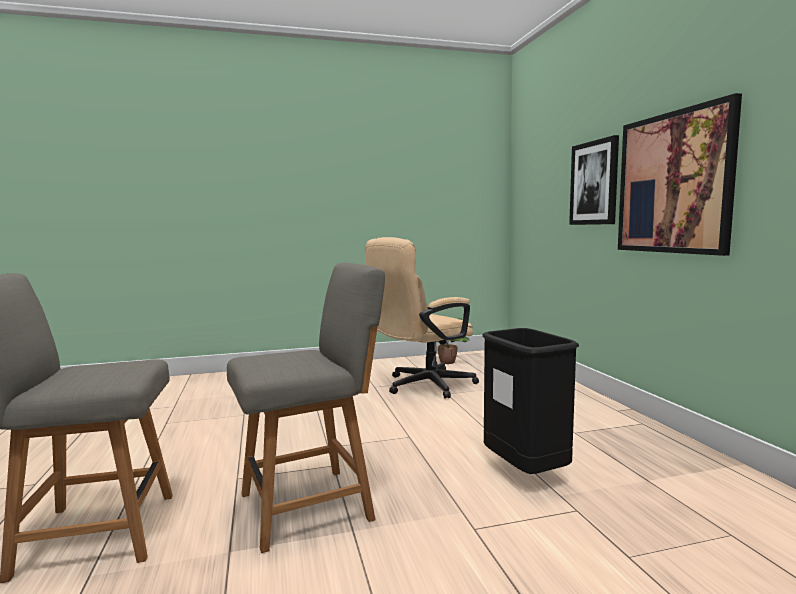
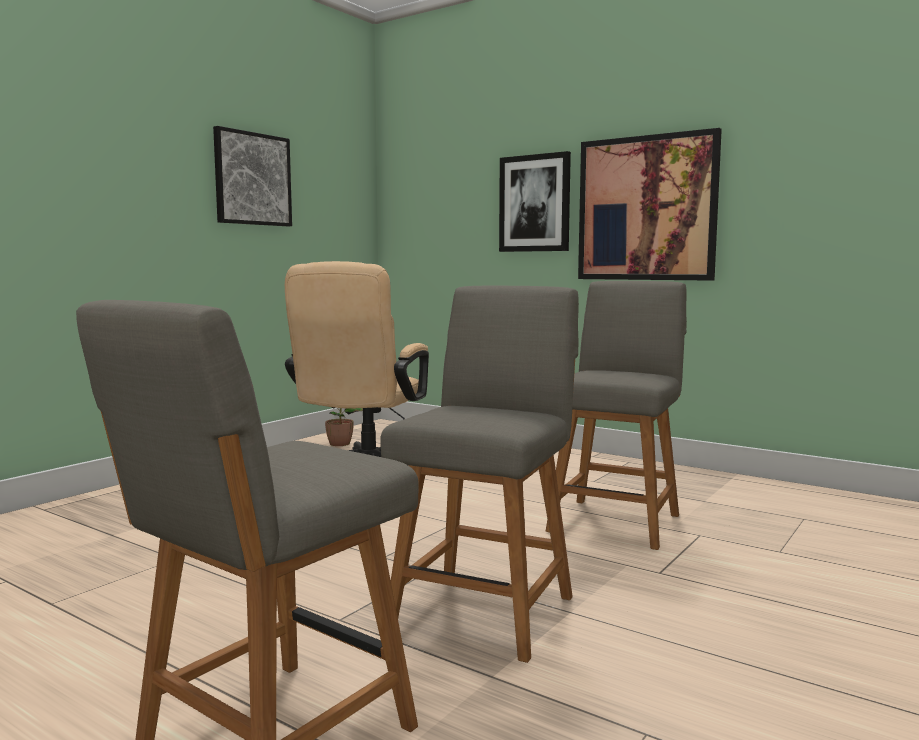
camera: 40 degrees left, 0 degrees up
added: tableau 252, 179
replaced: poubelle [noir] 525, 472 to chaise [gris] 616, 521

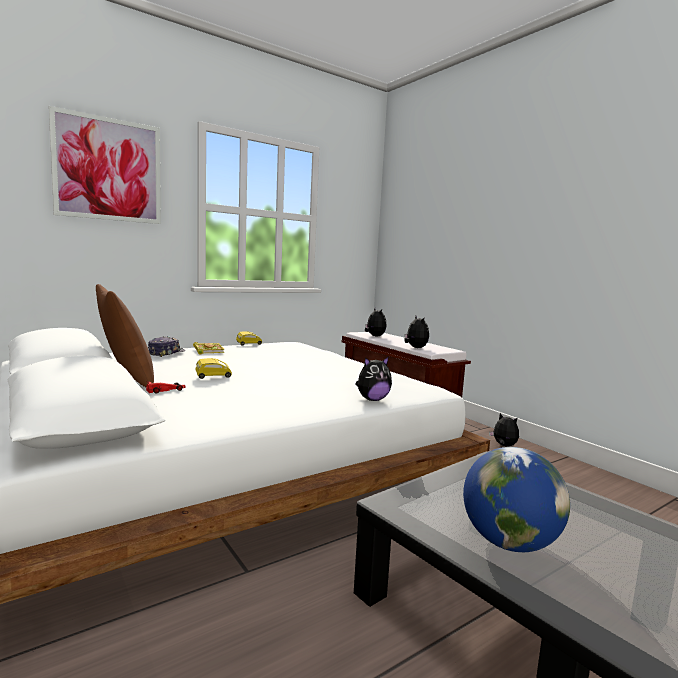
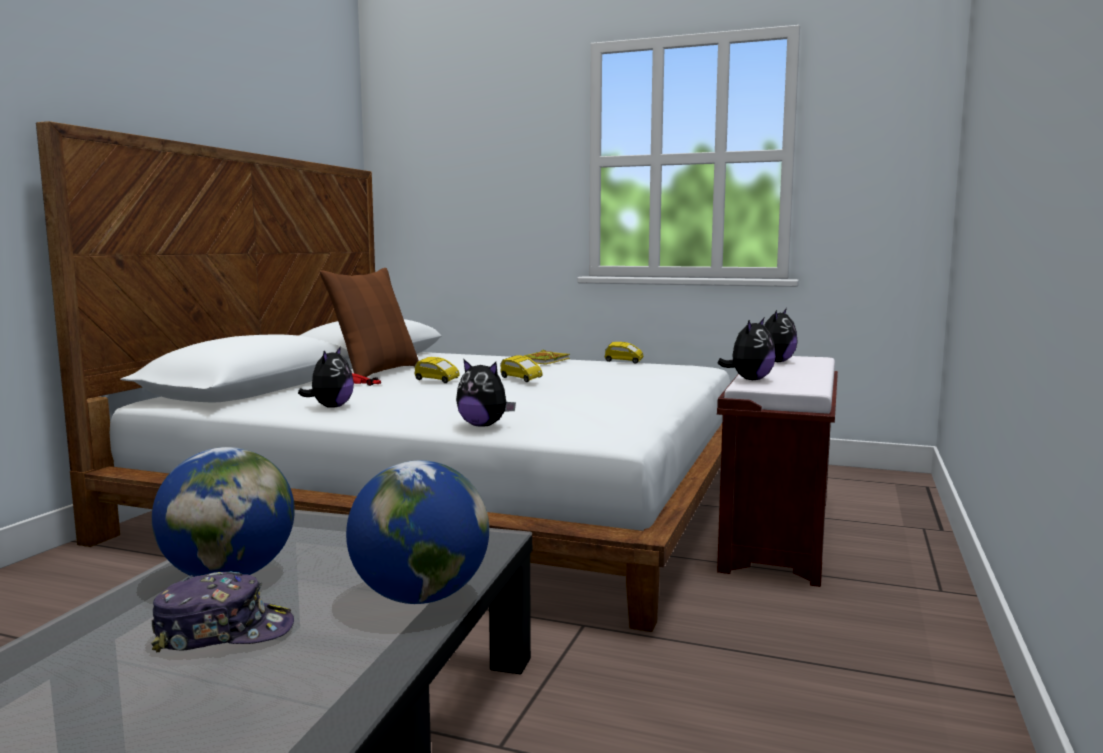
camera: 55 degrees right, 0 degrees up
removed: tableau 108, 169
added: globe 420, 597; petite voiture [jaune] 520, 379
moved: casquette 166, 353 to 224, 632; peluche 503, 446 to 330, 407

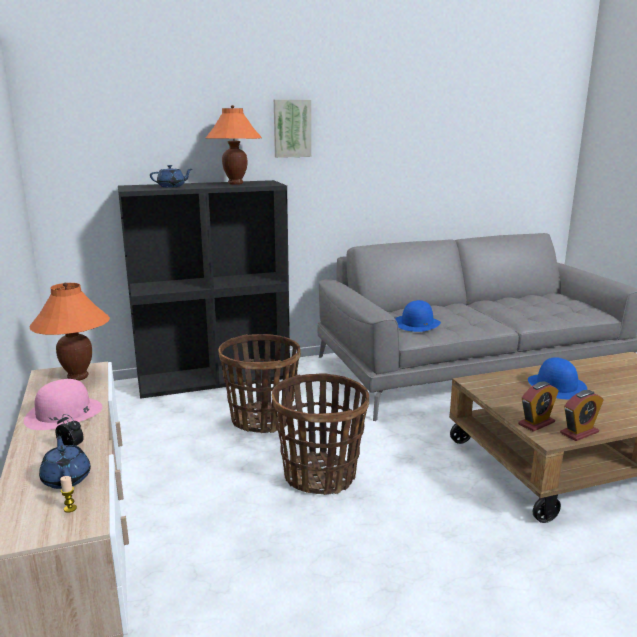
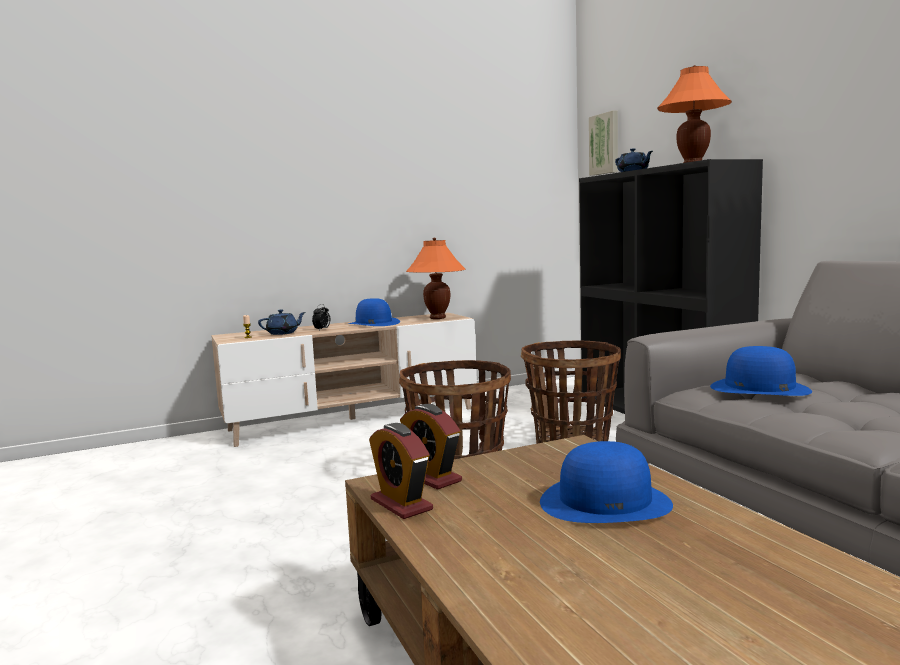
camera: 85 degrees right, 10 degrees down
moved: tableau 292, 128 to 605, 144
recoloured: chapeau [rose] 63, 413 to chapeau [bleu] 373, 323

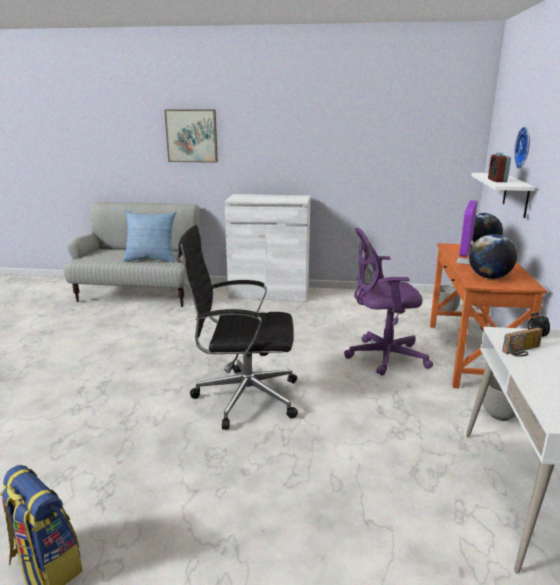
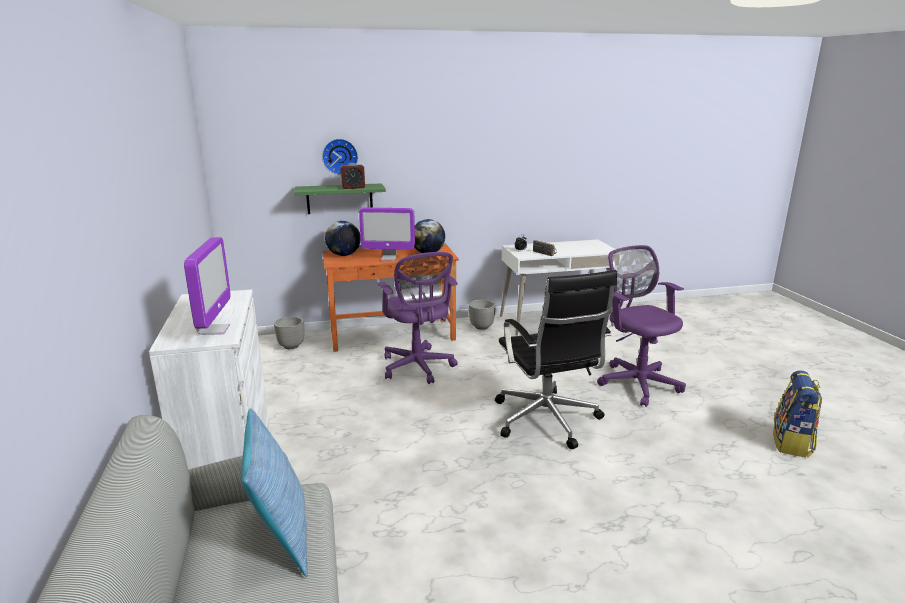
camera: 110 degrees left, 0 degrees up
removed: tableau 192, 136
added: écran d'ordinateur 214, 330; chaise de bureau [violet] 636, 382
recoloured: étagère [blanc] 516, 195 to étagère [vert] 339, 198

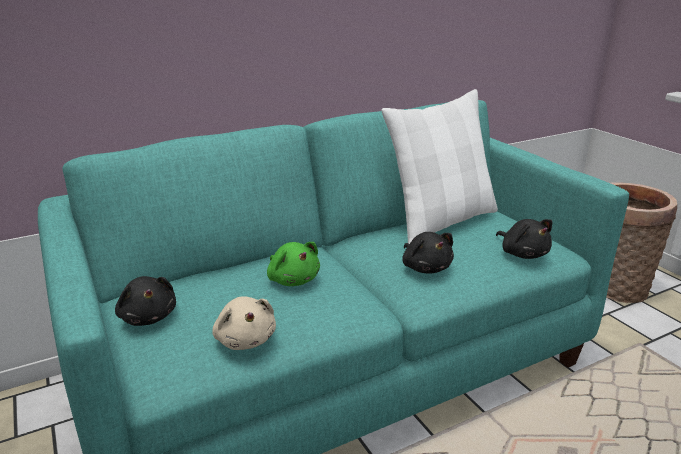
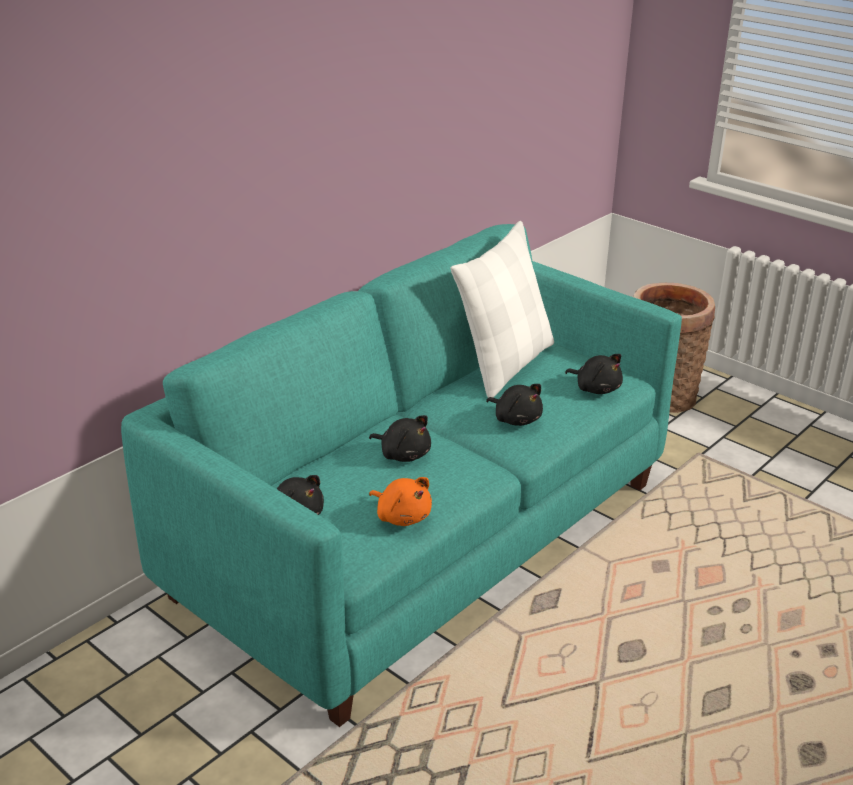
camera: 20 degrees left, 5 degrees up
recoloured: peluche [vert] 293, 279 to peluche [noir] 403, 454; peluche [beige] 245, 339 to peluche [orange] 402, 516

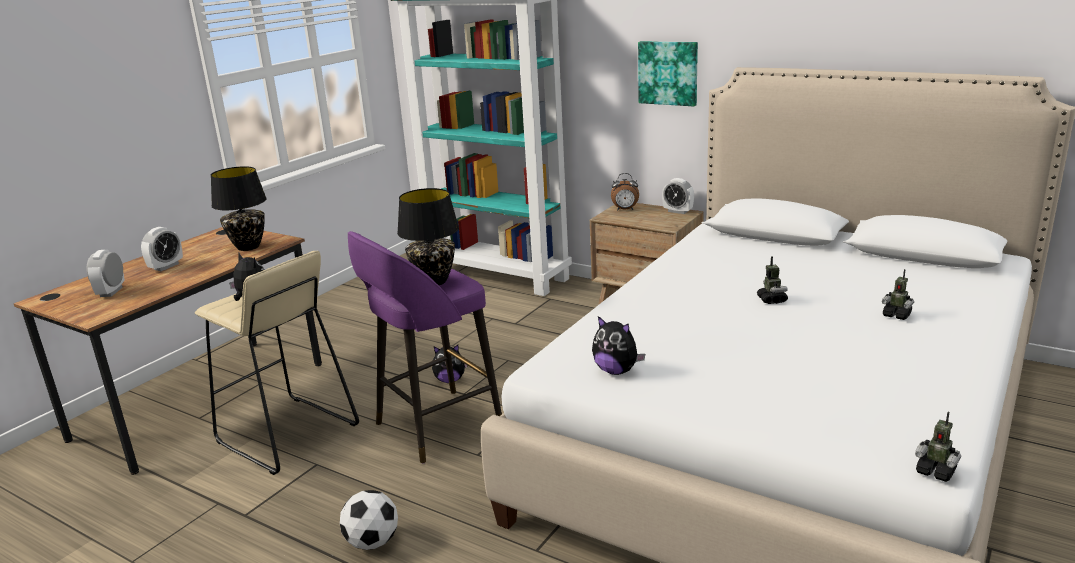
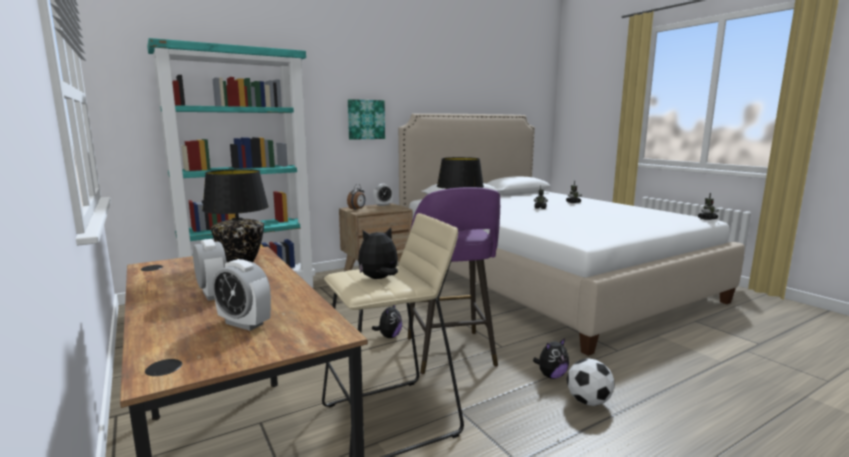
camera: 65 degrees left, 10 degrees down
moved: peluche 616, 371 to 551, 375

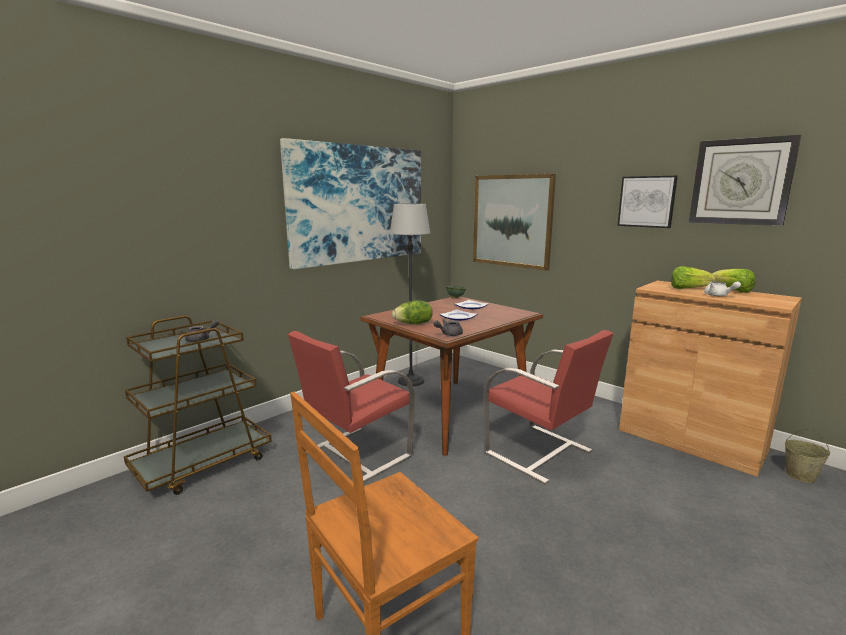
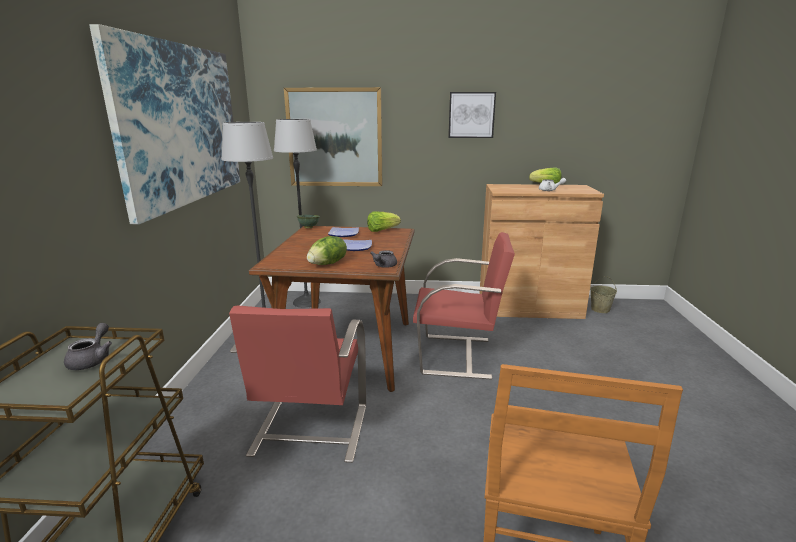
camera: 40 degrees left, 5 degrees up
removed: horloge murale 741, 182
added: lampadaire 307, 302
moved: laitue 688, 289 to 382, 230

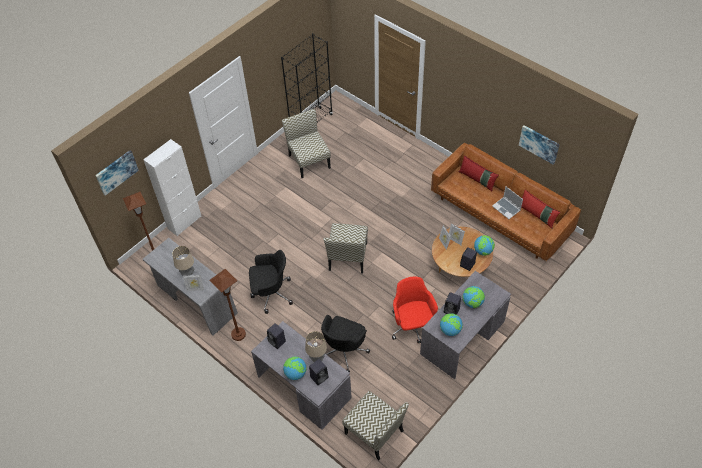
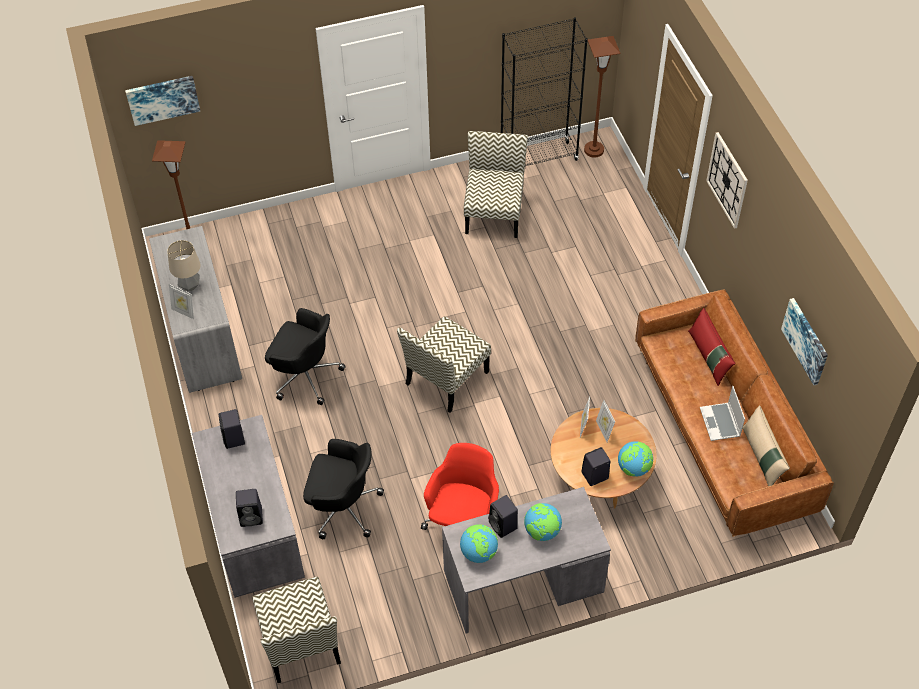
camera: 30 degrees right, 0 degrees up
removed: meuble de rangement [blanc] 184, 222; globe 295, 373; lampe de table 317, 358
added: horloge murale 727, 180
moved: lampadaire [marron] 238, 334 to 594, 150
recoloured: coussin [rouge] 537, 215 to coussin [beige] 762, 457
turned: chaise de bureau [noir] 343, 351 = 343, 507 135 degrees counterclockwise

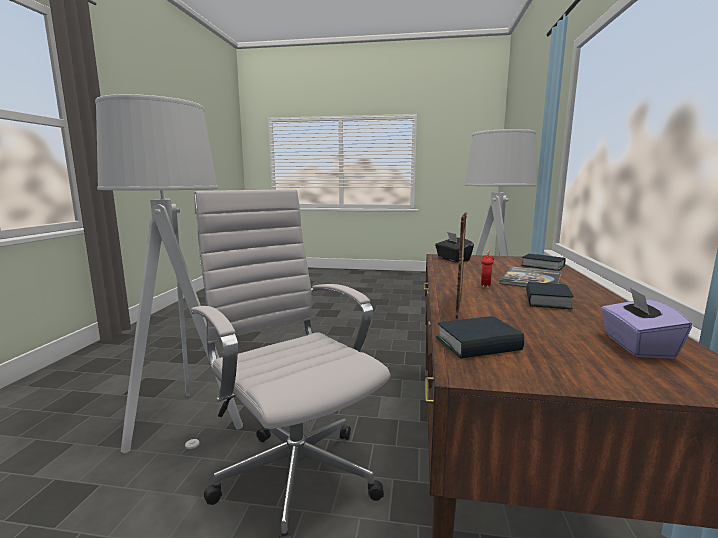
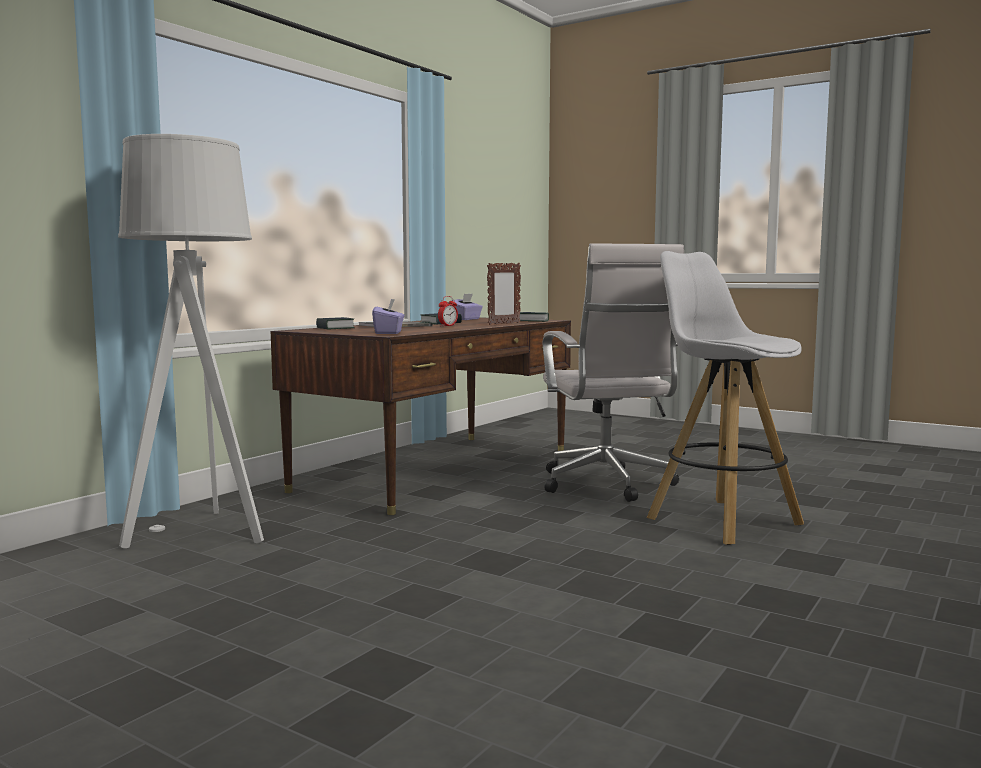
camera: 155 degrees left, 5 degrees down
replaced: lampadaire [gris] 185, 423 to tabouret [blanc] 721, 521
recoloured: boîte à mouchoirs [noir] 453, 259 to boîte à mouchoirs [violet] 389, 333

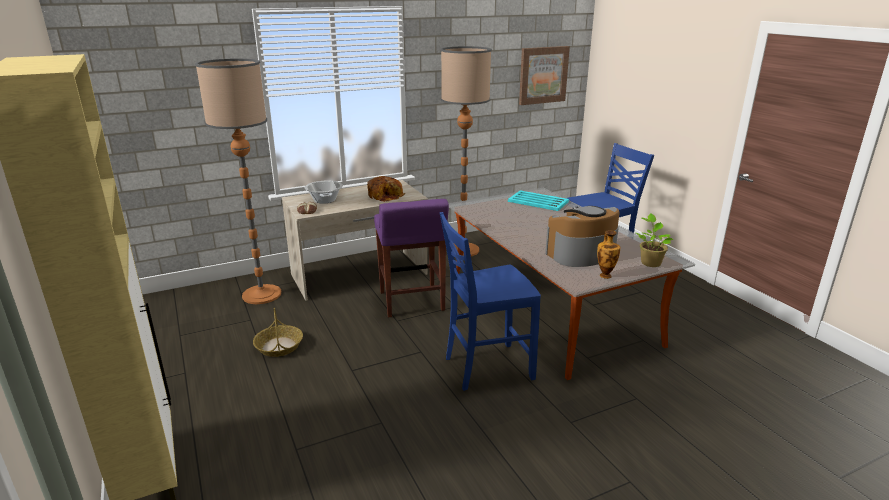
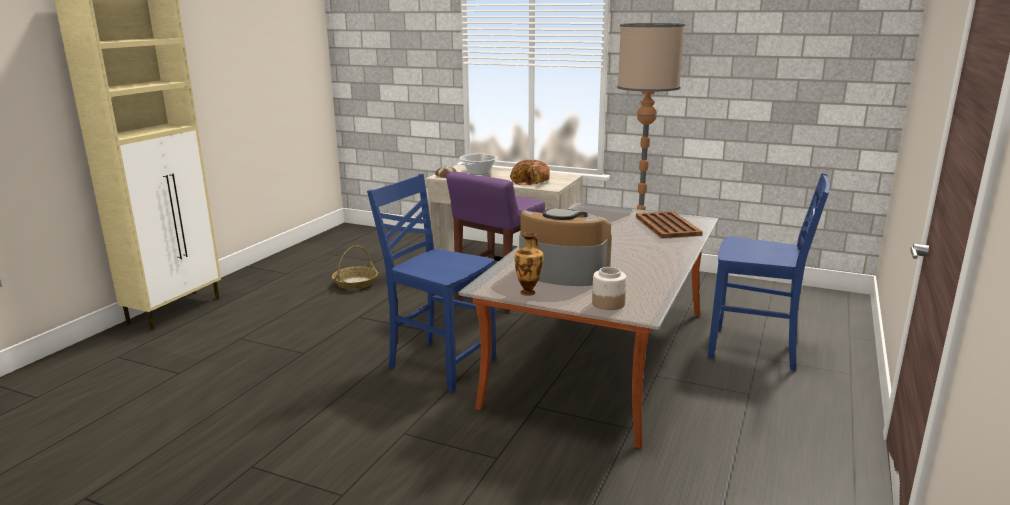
camera: 50 degrees right, 5 degrees down
removed: lampadaire 261, 294; tableau 543, 75
replaced: plante en pot 650, 262 to bocal 608, 303
recoloured: plateau [turquoise] 537, 201 to plateau [marron] 667, 225

